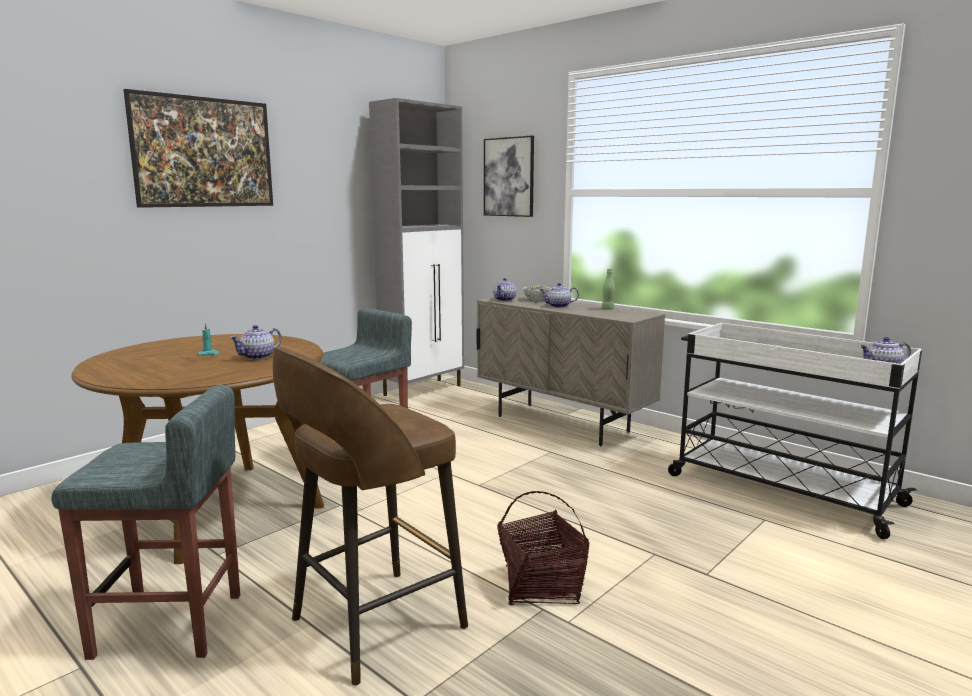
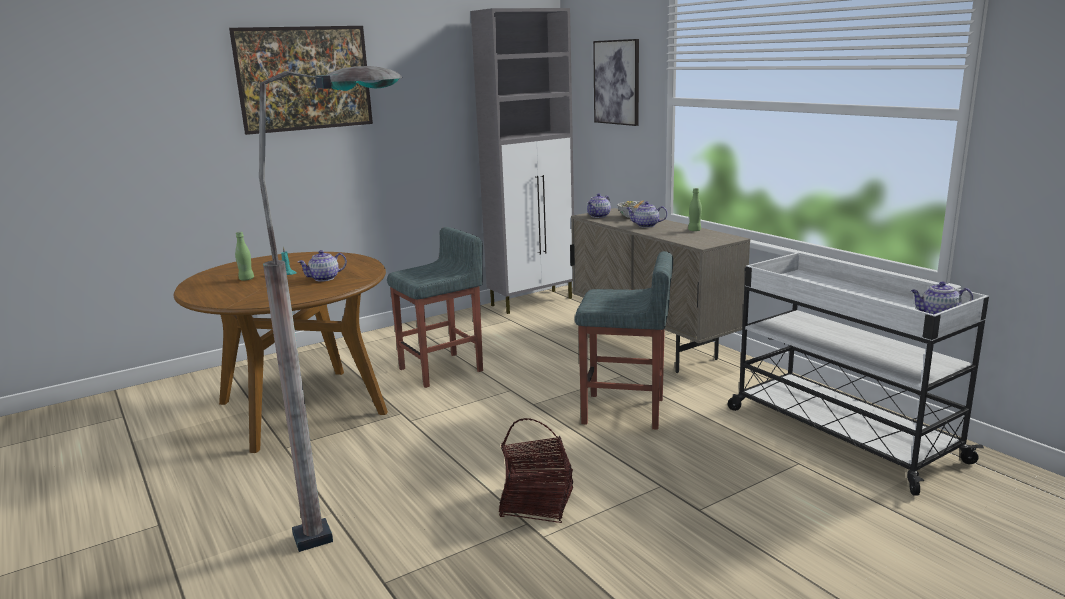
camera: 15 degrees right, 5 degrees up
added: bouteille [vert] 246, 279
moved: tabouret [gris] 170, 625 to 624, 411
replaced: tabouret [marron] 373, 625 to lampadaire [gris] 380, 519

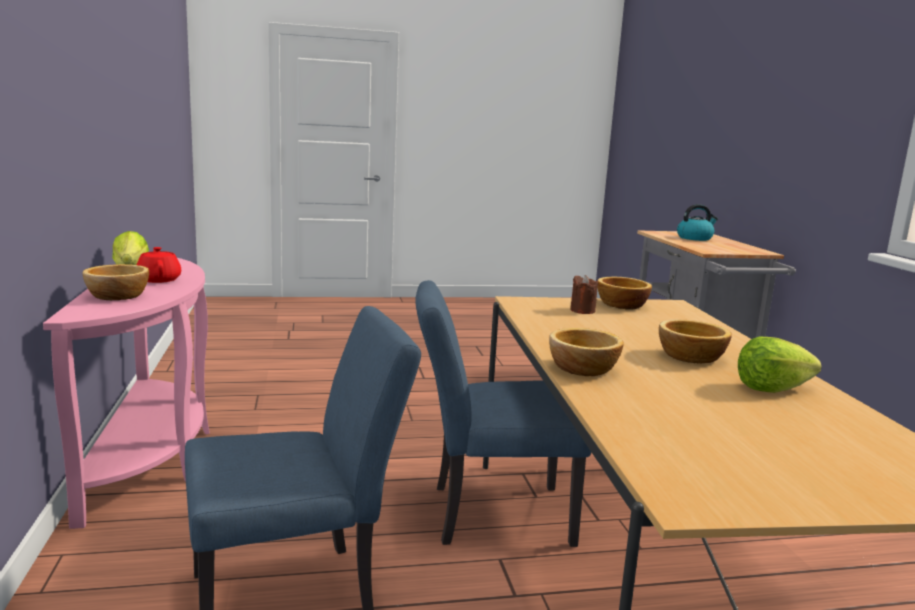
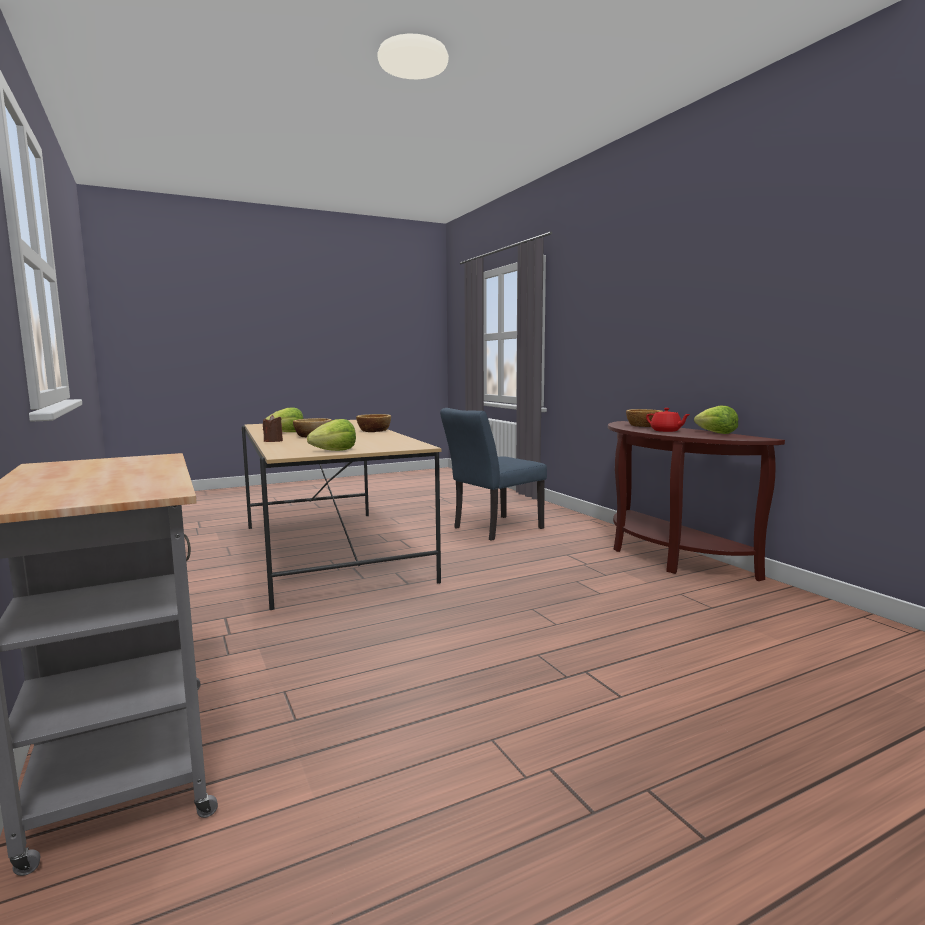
camera: 165 degrees right, 5 degrees down
removed: chaise [bleu] 488, 514; bouilloire 695, 238
moved: bougie [marron] 582, 310 to 273, 441
replaced: bol 620, 305 to laitue 335, 451
recoloured: table console [rose] 152, 456 to table console [marron] 665, 556

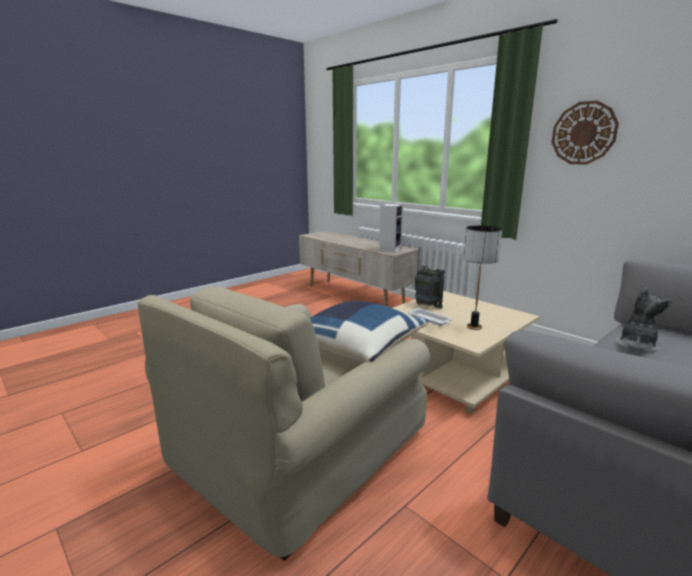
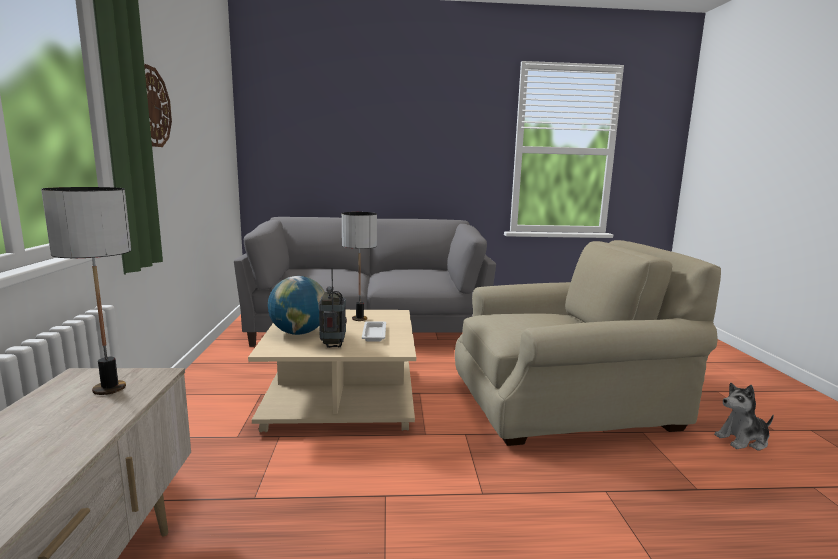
camera: 140 degrees left, 5 degrees down
removed: coussin [bleu] 358, 348
added: globe 299, 333
moved: peluche 636, 345 to 743, 440
replaced: enceinte 390, 249 to lampe de table 109, 389

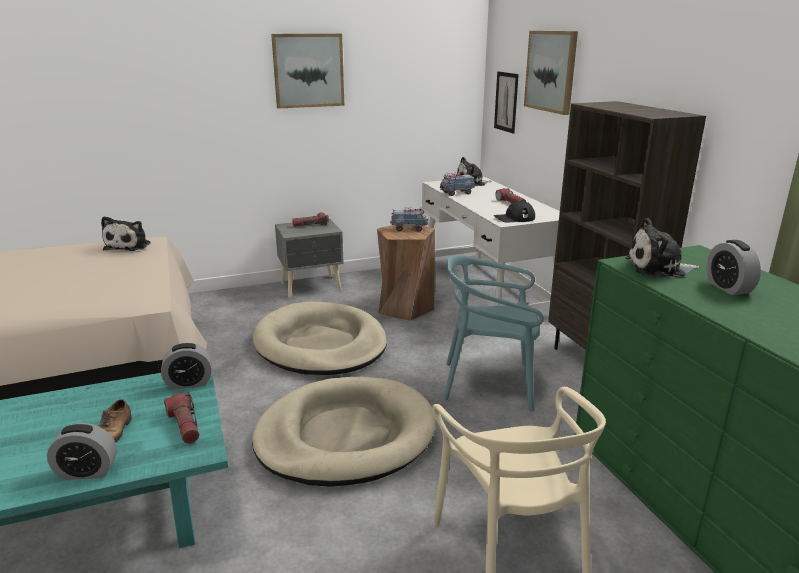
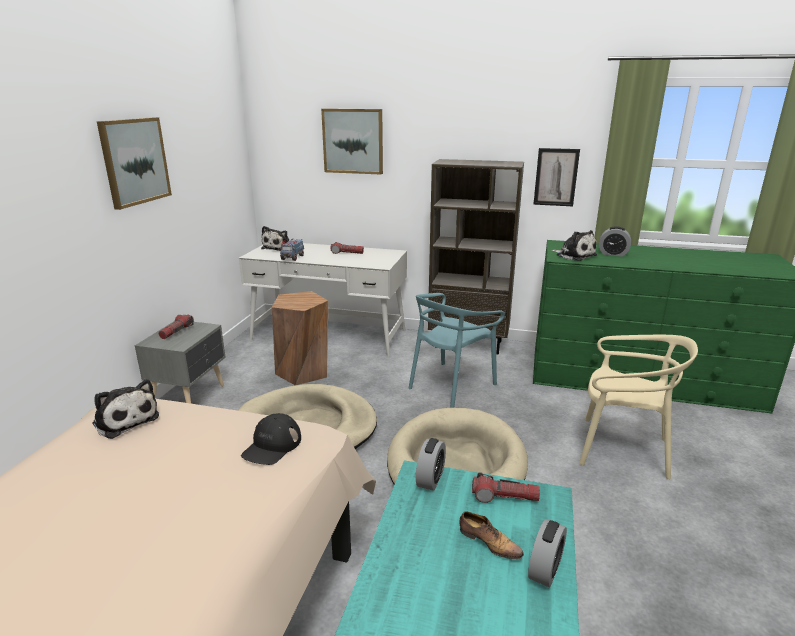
camera: 55 degrees left, 0 degrees up
removed: camion jouet 409, 229
moved: casquette [noir] 514, 218 to 272, 446; tableau 506, 102 to 556, 177
turned: peluche 658, 268 = 574, 255 75 degrees counterclockwise

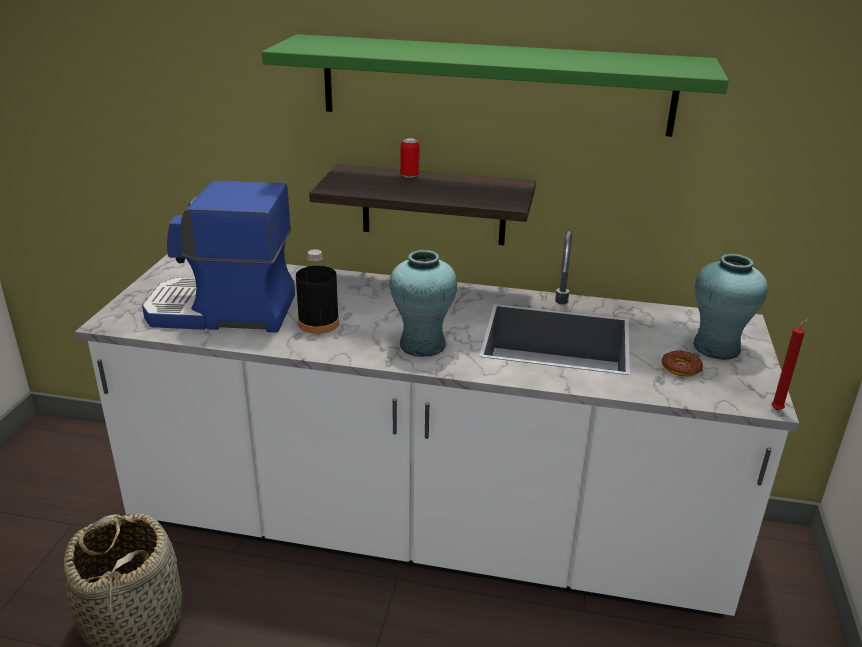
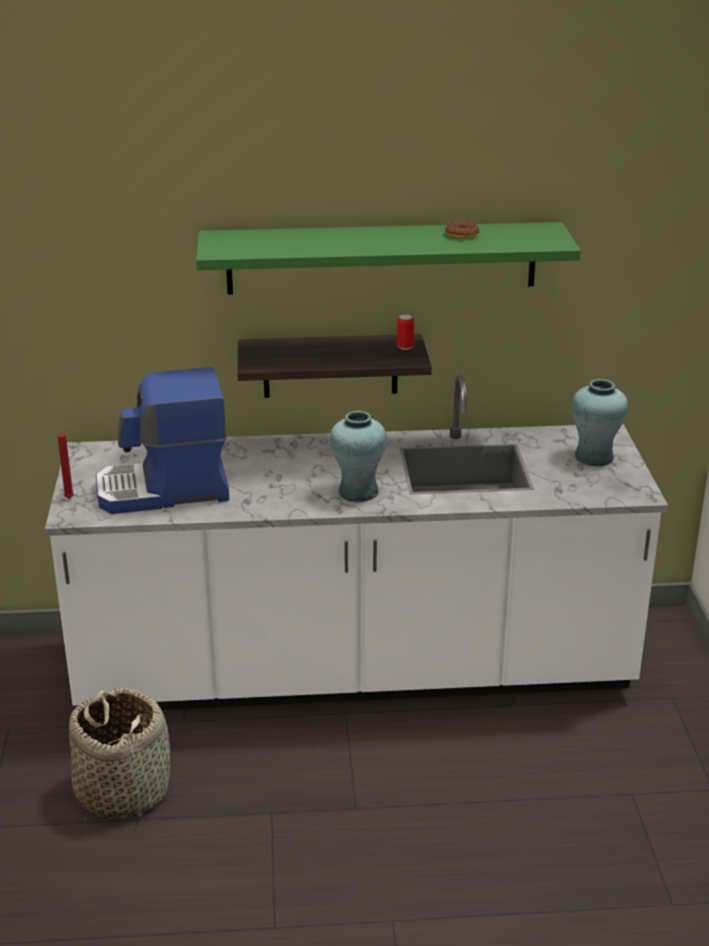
camera: 15 degrees left, 0 degrees up
removed: bouteille [noir] 318, 323
moved: bougie [rouge] 778, 409 to 70, 498; boîte métallique 409, 176 to 405, 347; beignet 681, 368 to 462, 234

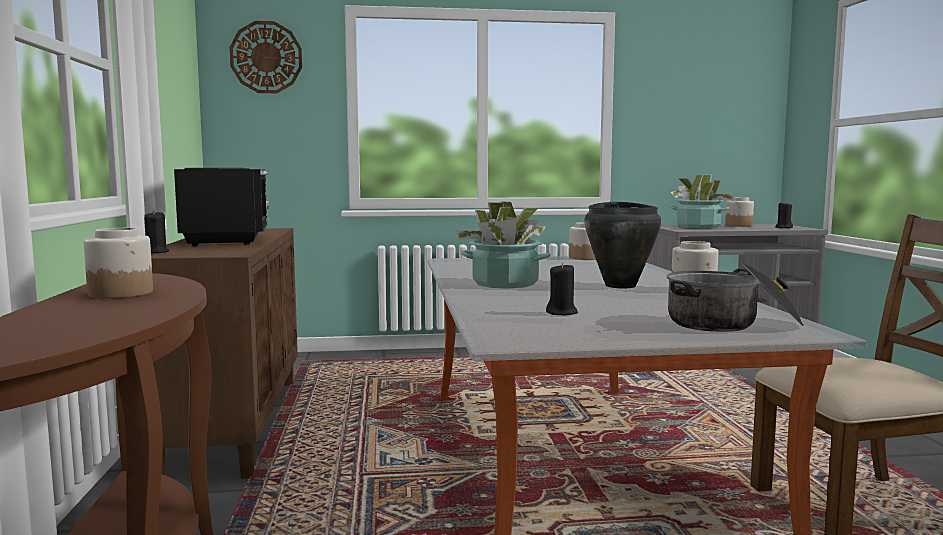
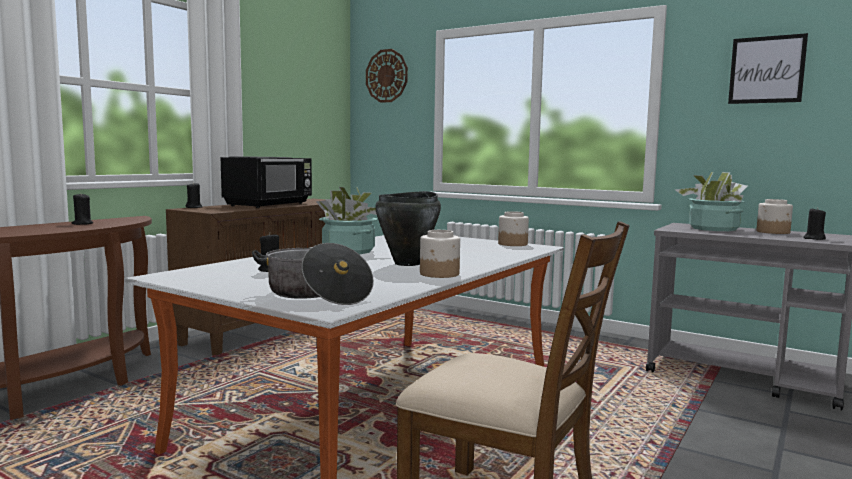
camera: 40 degrees right, 0 degrees up
added: tableau 766, 70
replaced: bocal 121, 293 to bougie [noir] 82, 224

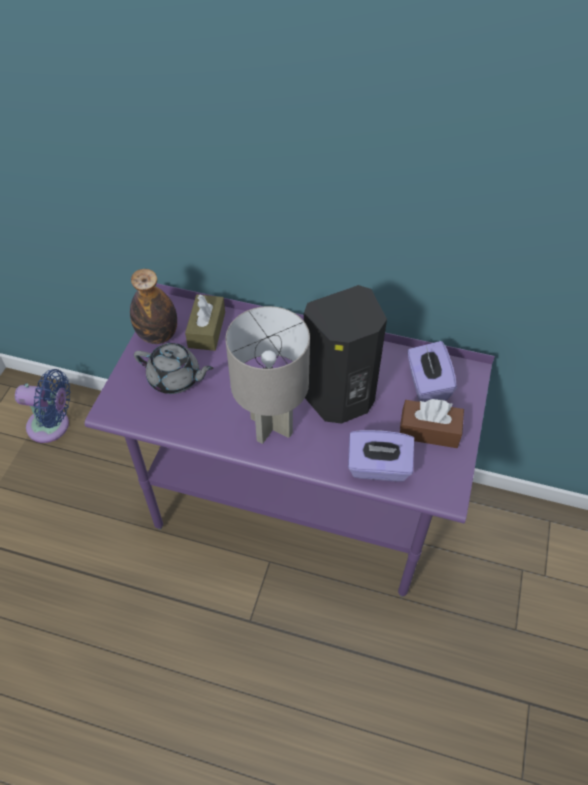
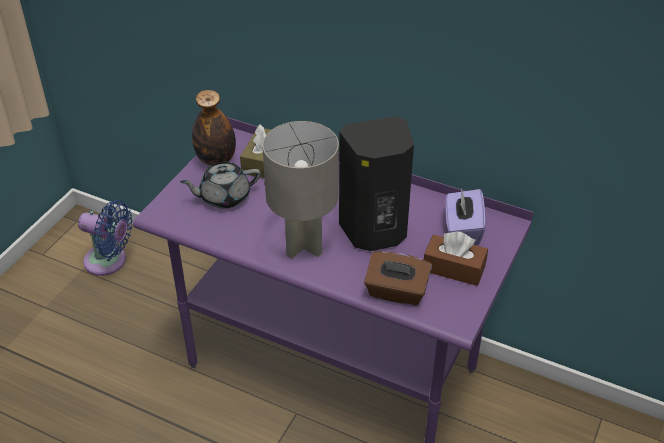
camera: 10 degrees right, 10 degrees down
recoloured: boîte à mouchoirs [violet] 378, 468 to boîte à mouchoirs [marron] 396, 292
turned: théière [gris] 175, 379 = 224, 197 135 degrees clockwise

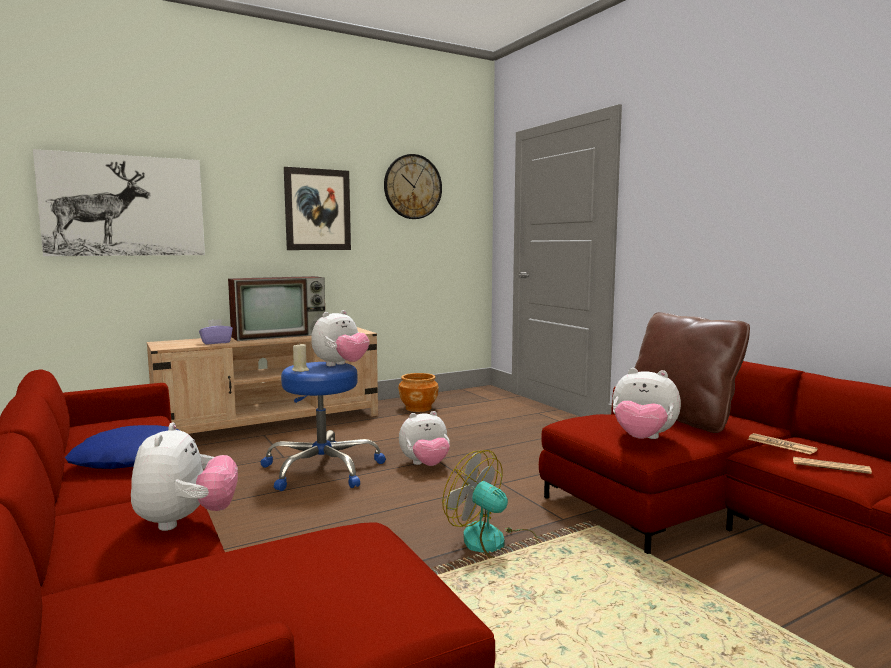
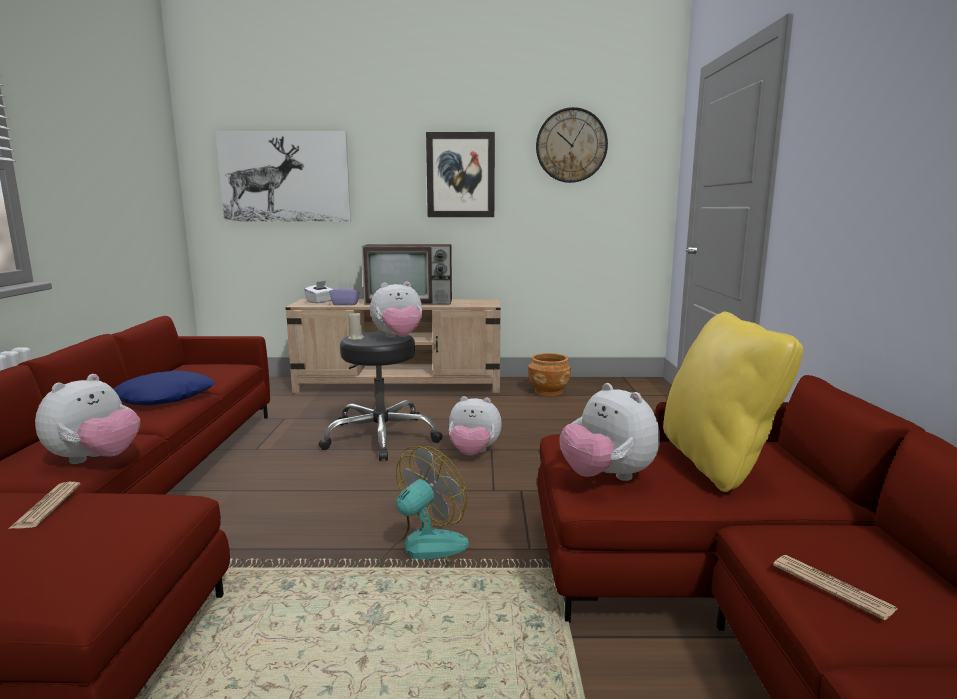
camera: 30 degrees right, 5 degrees up
added: boîte à mouchoirs [blanc] 320, 301
moved: journal 781, 445 to 47, 506
recoloured: tabouret [bleu] 323, 469 to tabouret [noir] 381, 437; coussin [marron] 681, 419 to coussin [jaune] 716, 462
turned: ventilateur 493, 543 = 423, 553 60 degrees clockwise

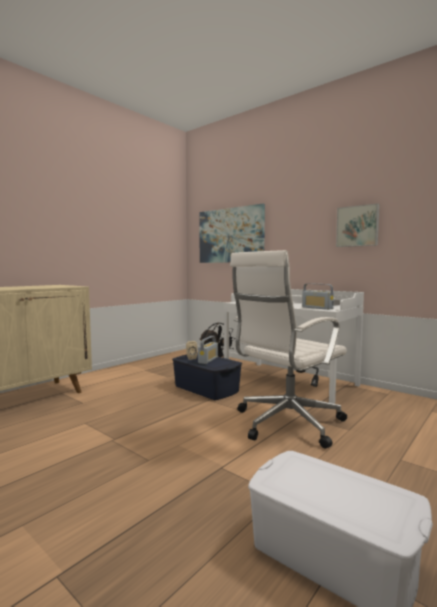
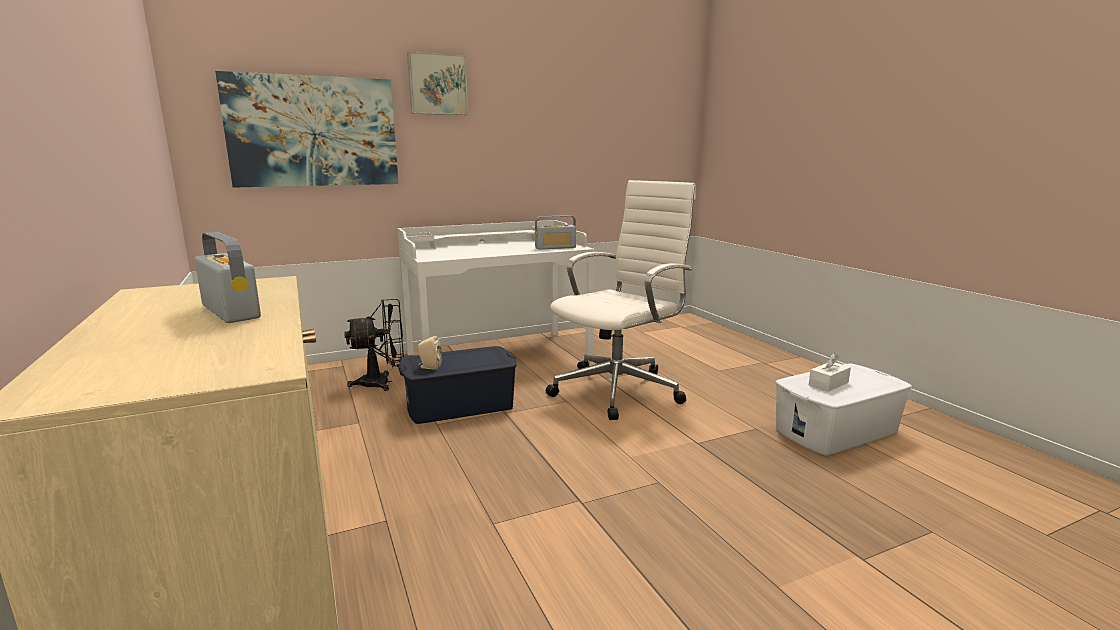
camera: 65 degrees left, 10 degrees up
added: boîte à mouchoirs [blanc] 828, 384
moved: radio 208, 360 to 230, 311; tableau 357, 226 to 437, 84
turned: chaise de bureau [blanc] 286, 423 = 620, 389 120 degrees counterclockwise

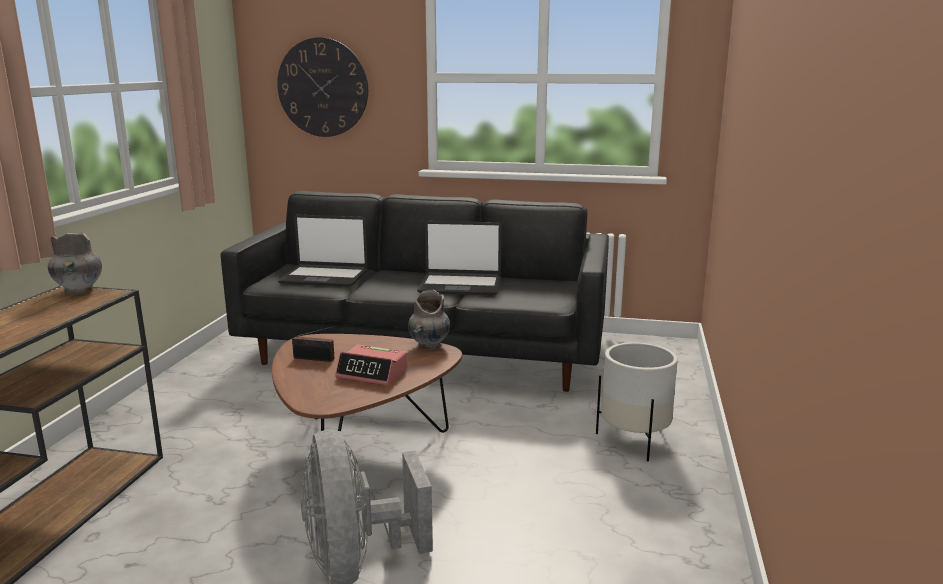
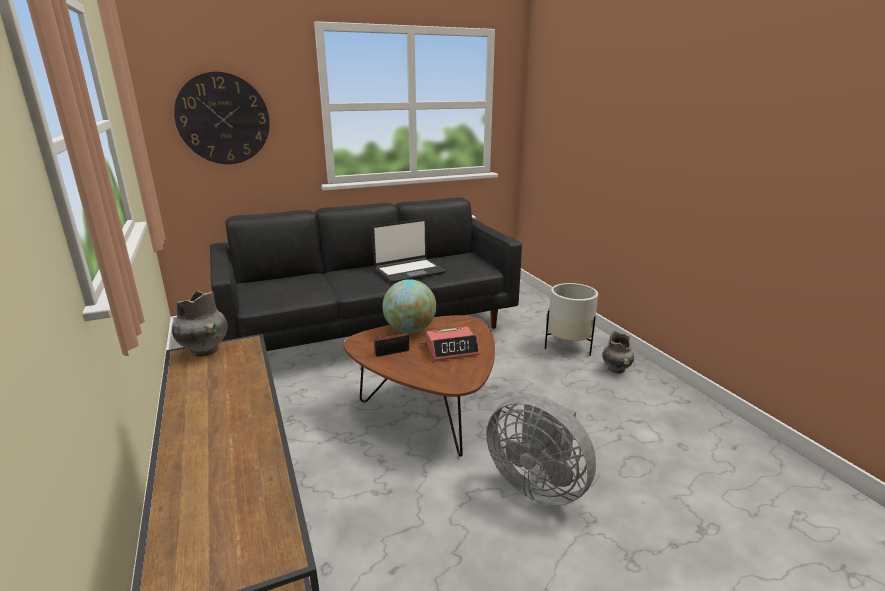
camera: 35 degrees left, 5 degrees up
removed: ordinateur portable 324, 277
added: globe 410, 330
moved: vase [gris] 429, 346 to 616, 369

